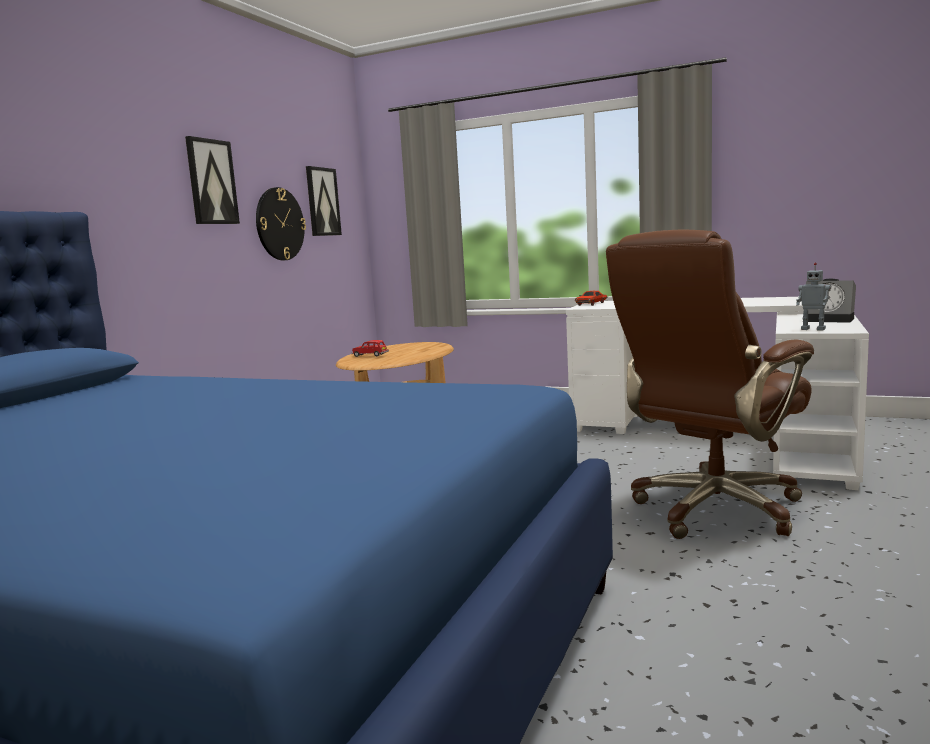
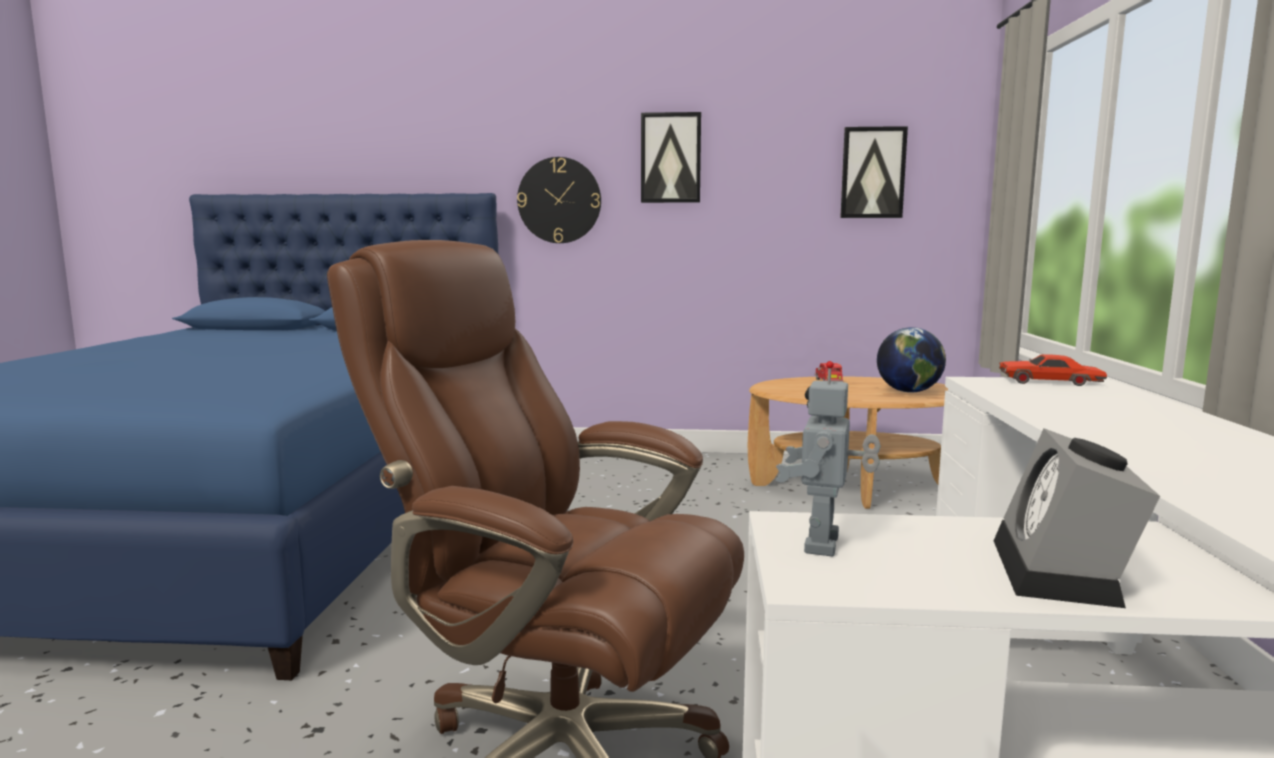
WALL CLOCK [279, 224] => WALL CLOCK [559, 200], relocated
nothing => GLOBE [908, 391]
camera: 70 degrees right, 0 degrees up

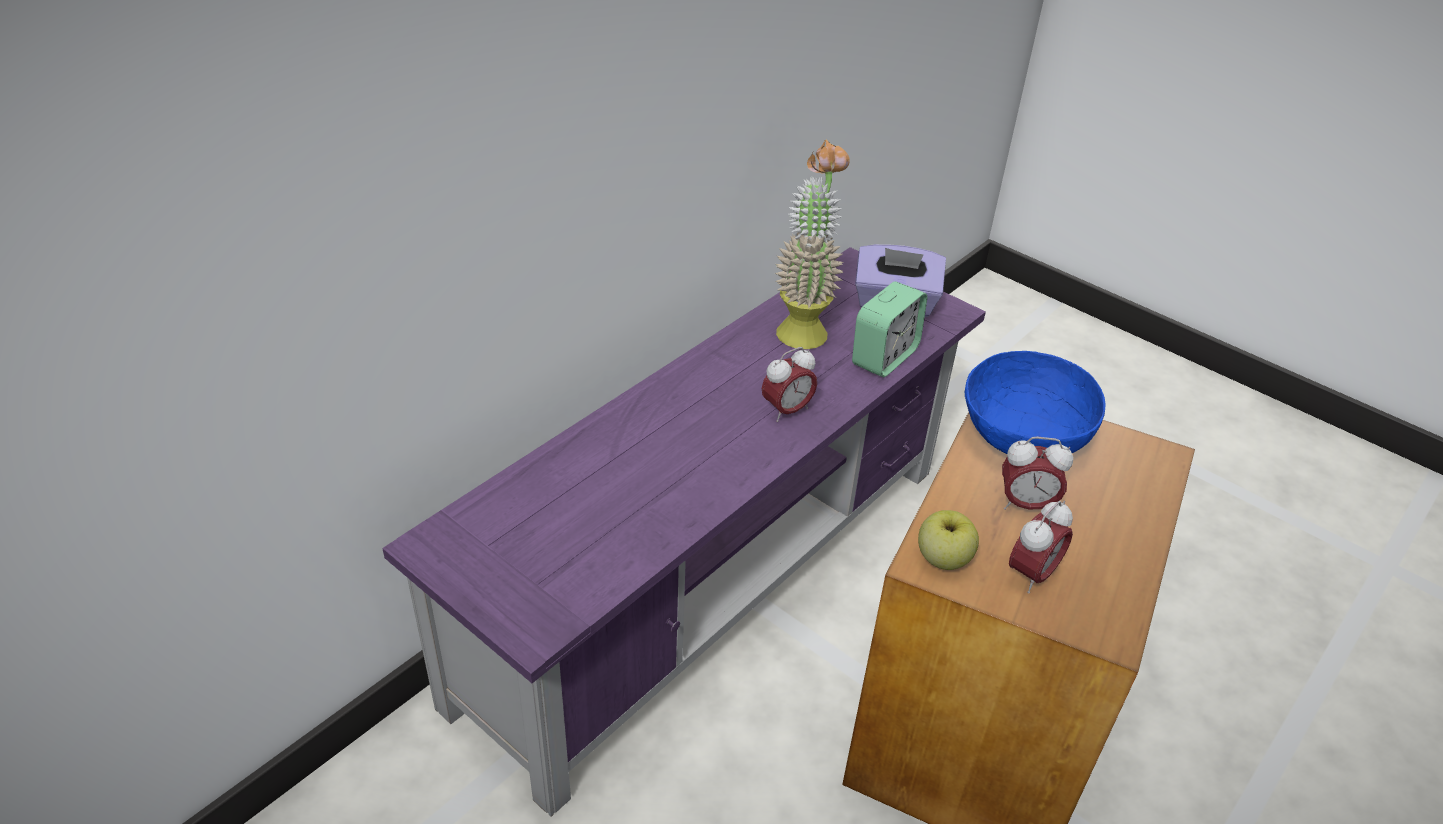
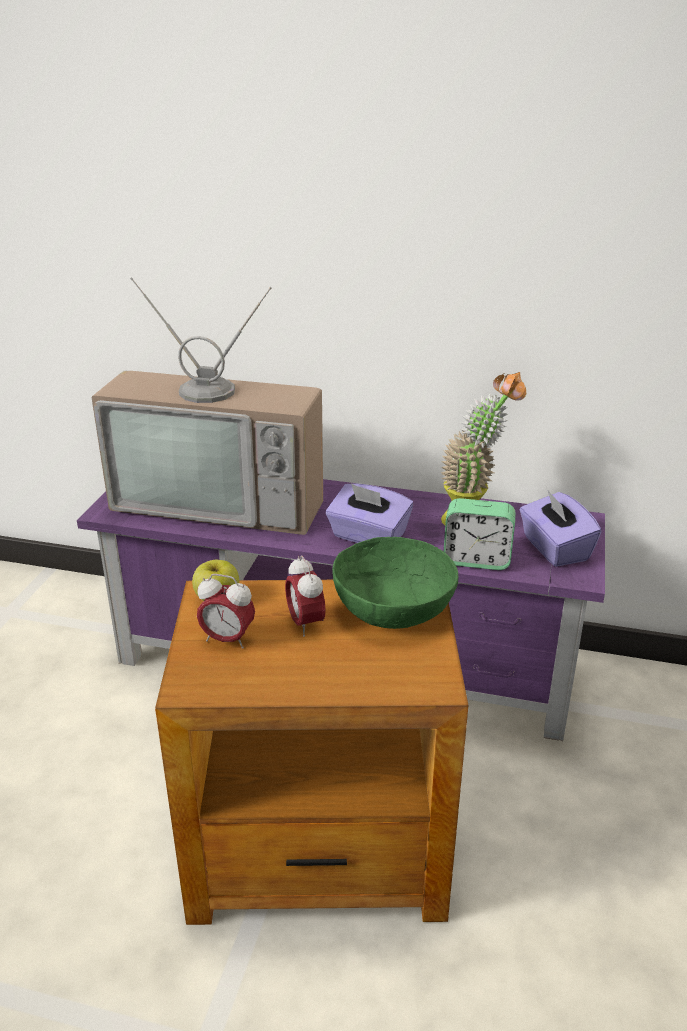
ALARM CLOCK [787, 410] => PURPLE TISSUE BOX [368, 536]
BLUE BOWL [1024, 434] => GREEN BOWL [392, 608]
nothing => TELEVISION [223, 499]
camera: 65 degrees right, 10 degrees down

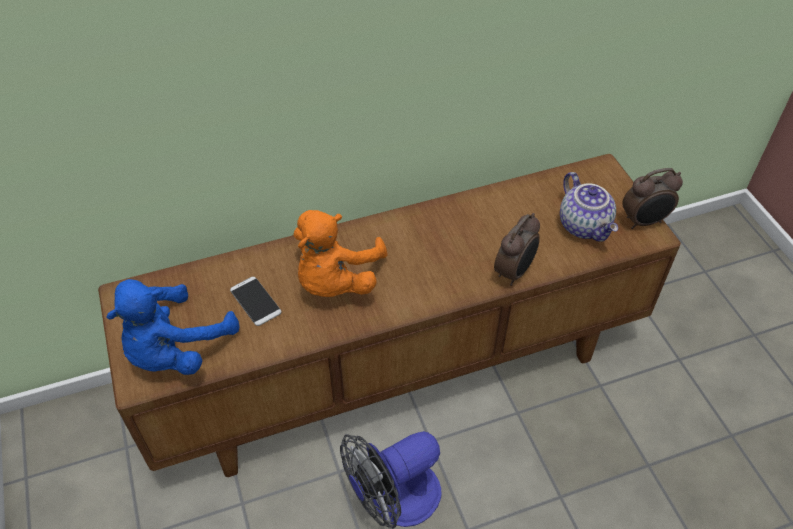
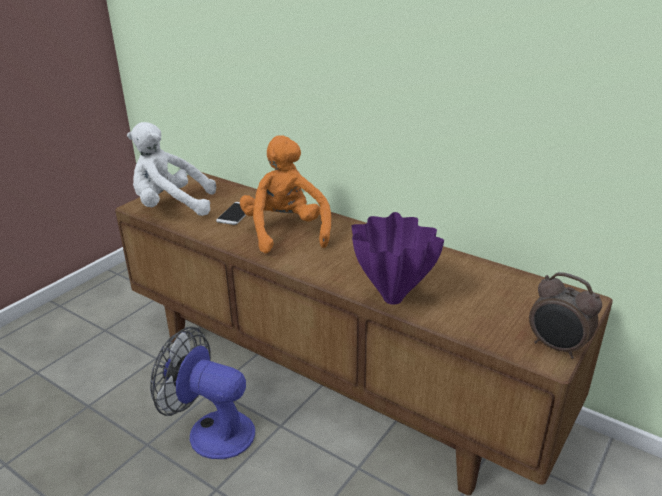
TEAPOT [585, 226] => nothing
ORANGE PLUSH TOY [335, 280] => ORANGE PLUSH TOY [286, 231], 90 degrees clockwise
ALARM CLOCK [514, 272] => PURPLE VASE [391, 298]
BLUE PLUSH TOY [176, 350] => WHITE PLUSH TOY [171, 207]
camera: 55 degrees right, 20 degrees down

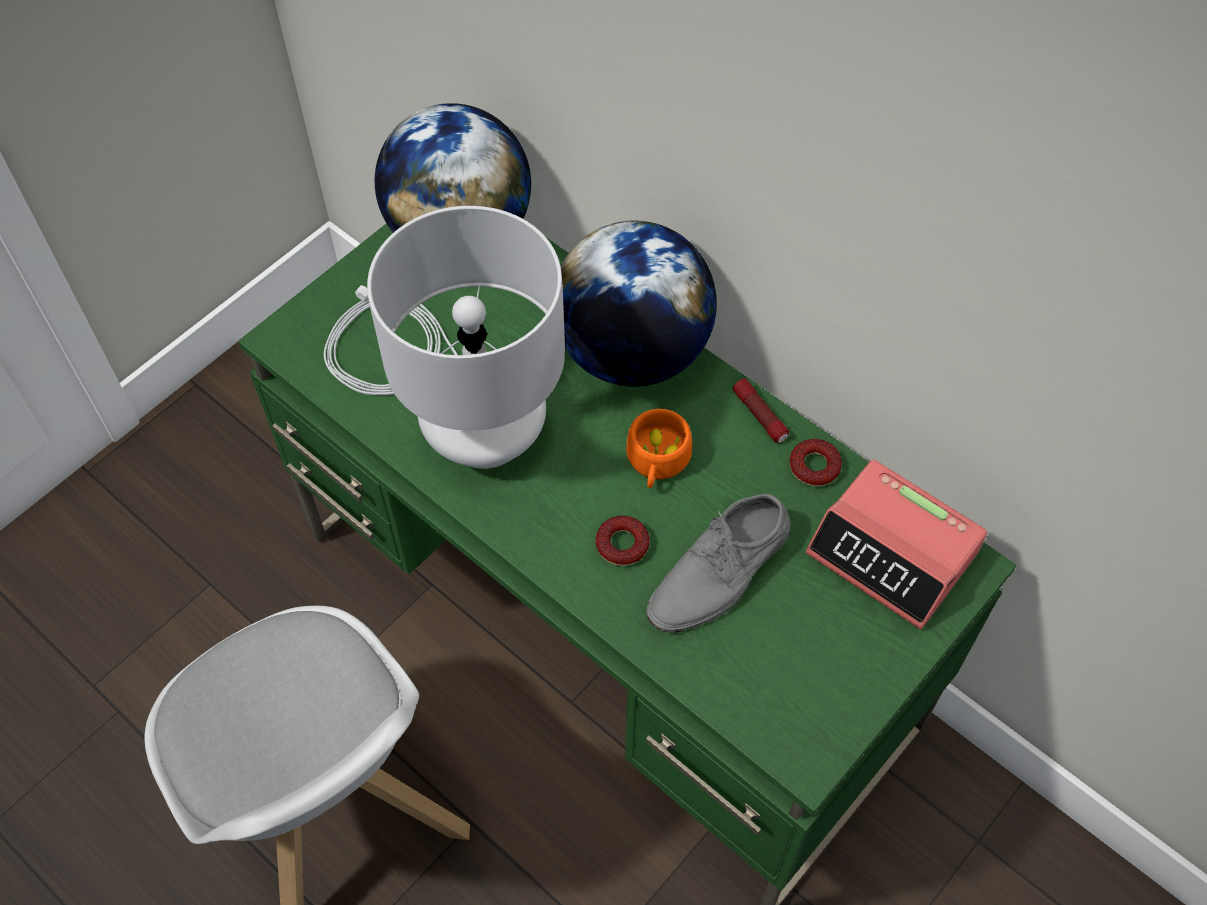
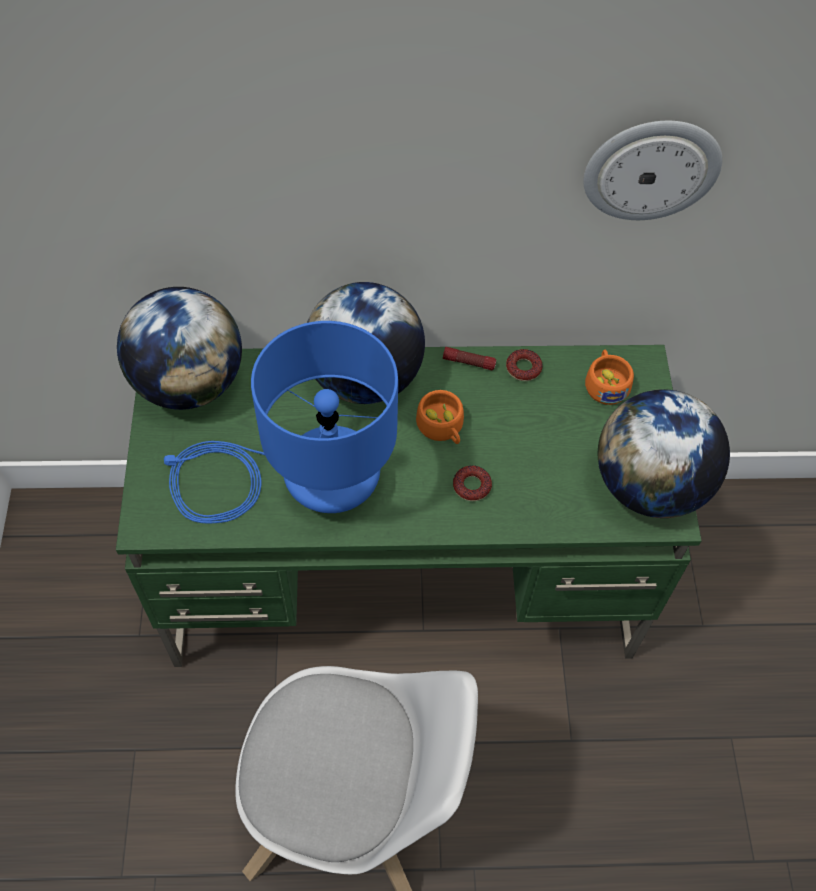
WHITE TABLE LAMP [445, 399] => BLUE TABLE LAMP [287, 484]
ALARM CLOCK [893, 553] => ORANGE CUP [605, 383]
GREY SHOE [720, 573] => nothing
nothing => WALL CLOCK [651, 169]
nothing => GLOBE [649, 485]
camera: 45 degrees left, 0 degrees up

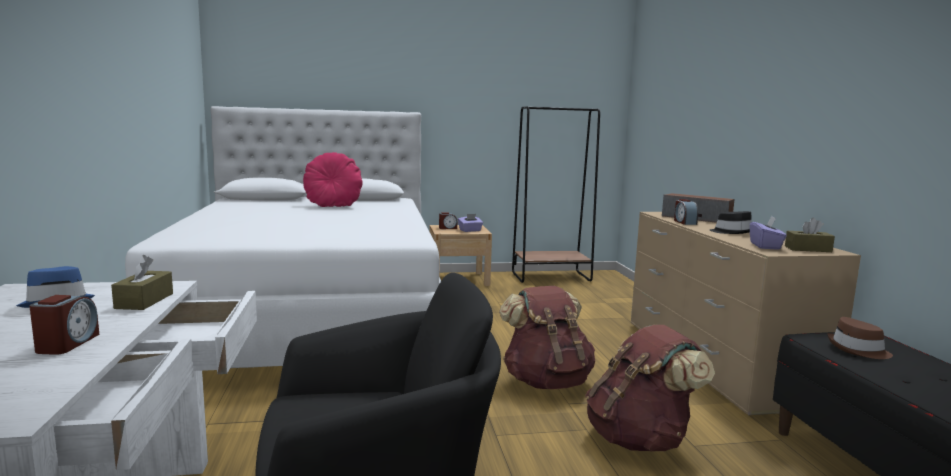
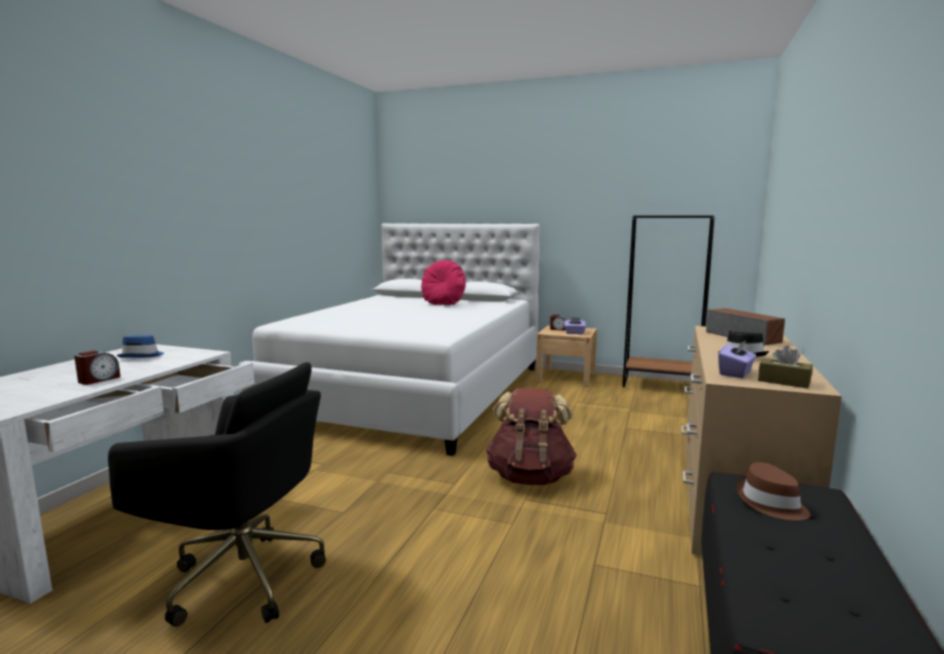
ALARM CLOCK [684, 222] => nothing
BROWN TISSUE BOX [144, 301] => nothing
BROWN BACKPACK [640, 439] => nothing
camera: 30 degrees right, 0 degrees up

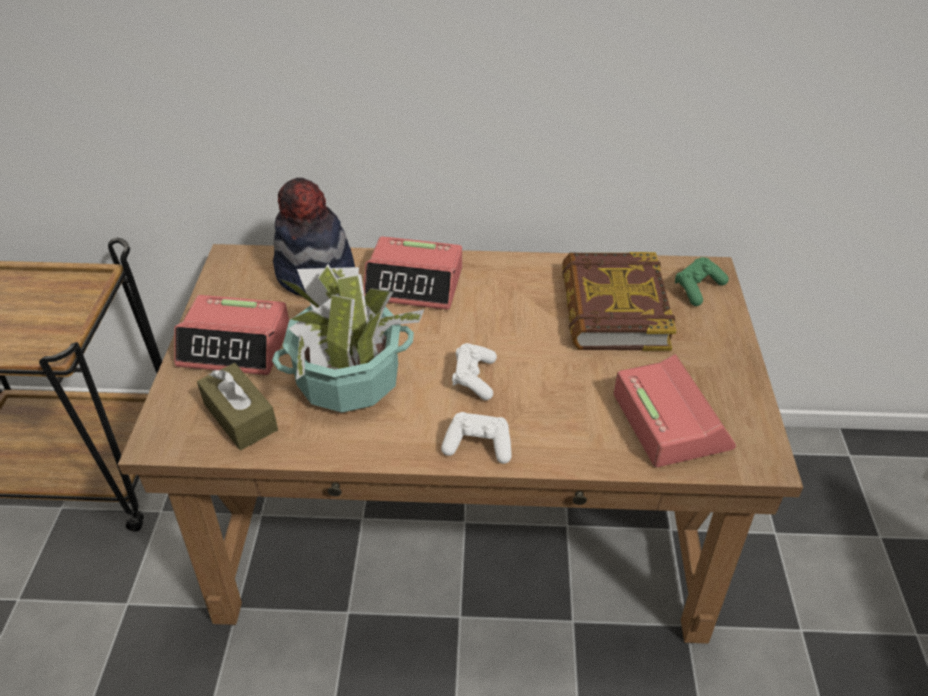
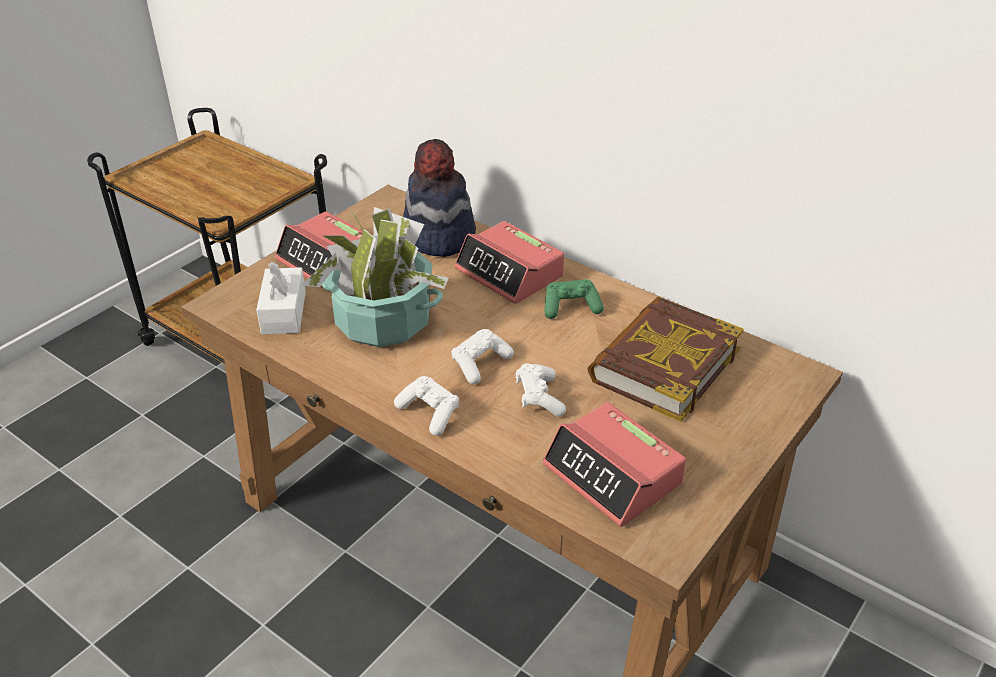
GREEN GAME CONTROLLER [697, 288] => GREEN GAME CONTROLLER [571, 307], relocated
ALARM CLOCK [670, 420] => ALARM CLOCK [613, 475], 120 degrees clockwise
BROWN TISSUE BOX [240, 417] => WHITE TISSUE BOX [284, 312]
nothing => WHITE GAME CONTROLLER [539, 398]
camera: 35 degrees right, 5 degrees down

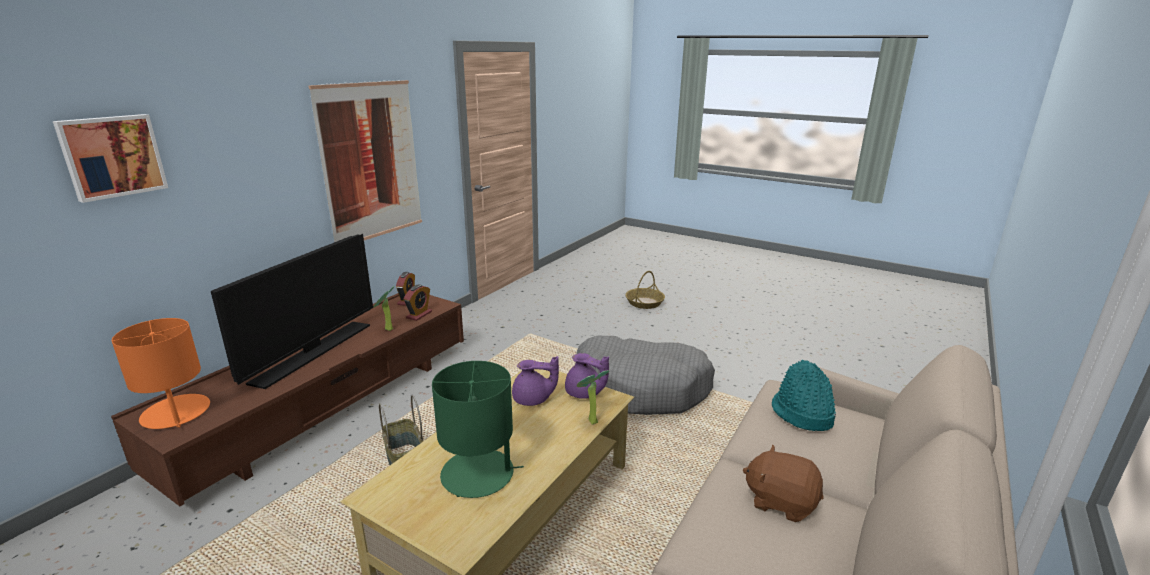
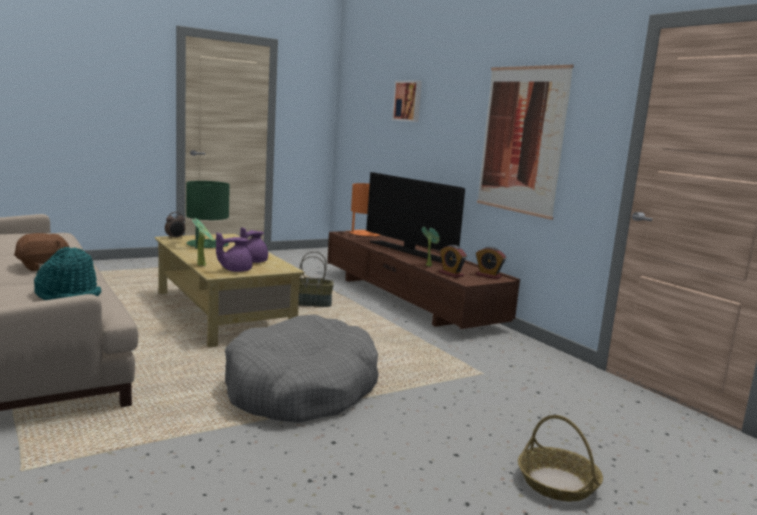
nothing => ALARM CLOCK [175, 238]
camera: 115 degrees right, 10 degrees down

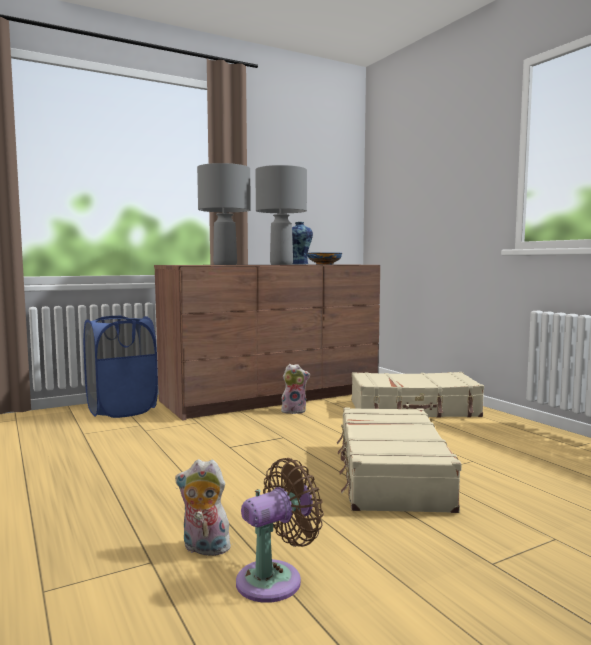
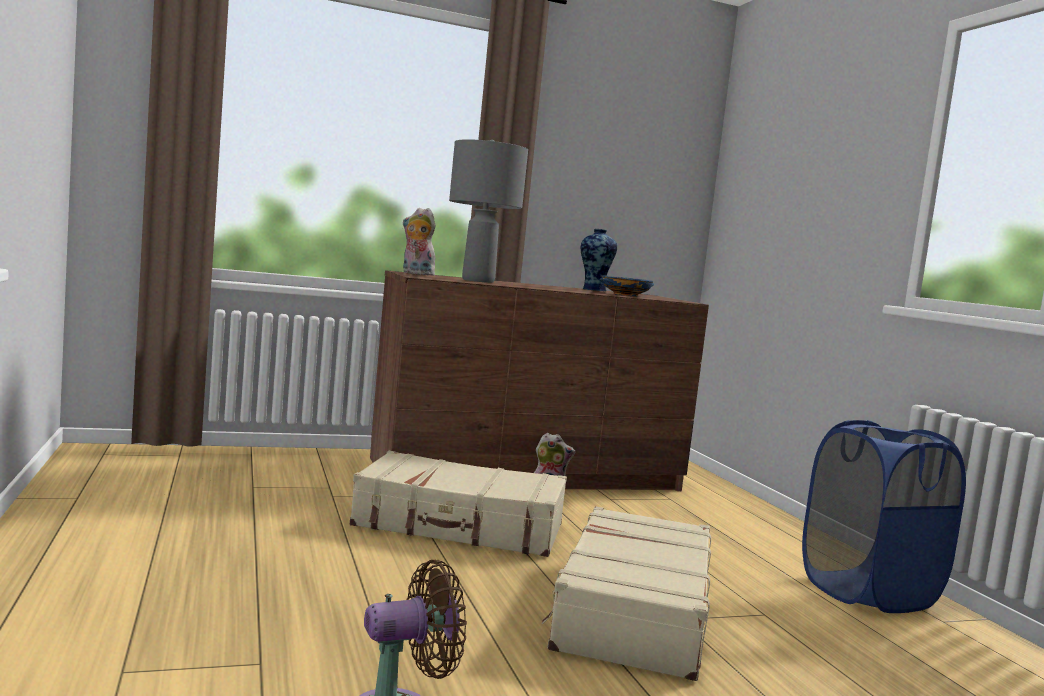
GREY TABLE LAMP [282, 264] => nothing
BLUE LAUNDRY BASKET [122, 410] => BLUE LAUNDRY BASKET [868, 592], relocated
BEIGE SUITCASE [414, 409] => BEIGE SUITCASE [460, 526], relocated
PLUSH TOY [204, 549] => PLUSH TOY [416, 274], relocated
camera: 10 degrees right, 0 degrees up

